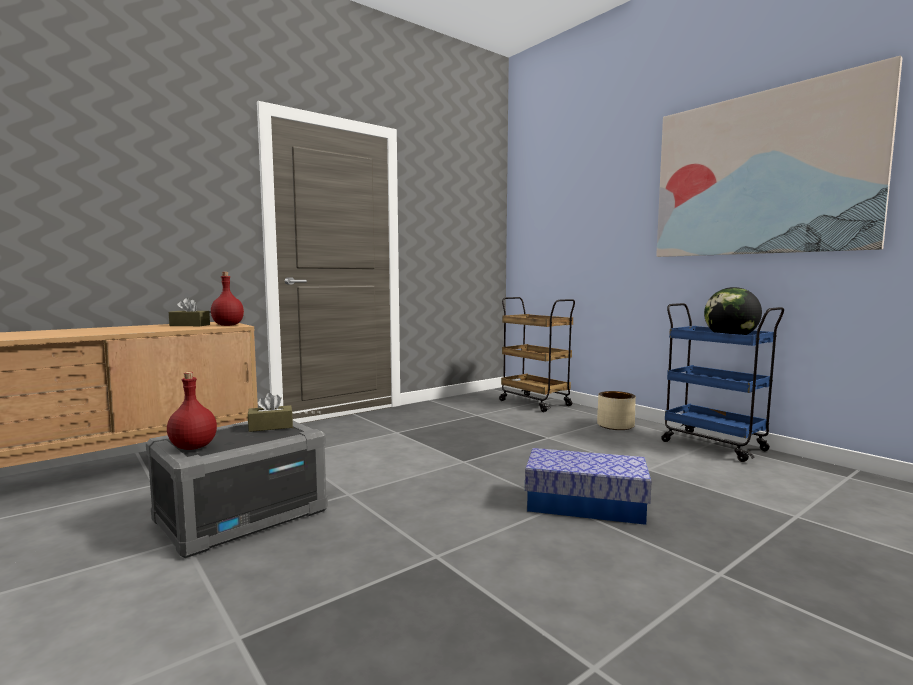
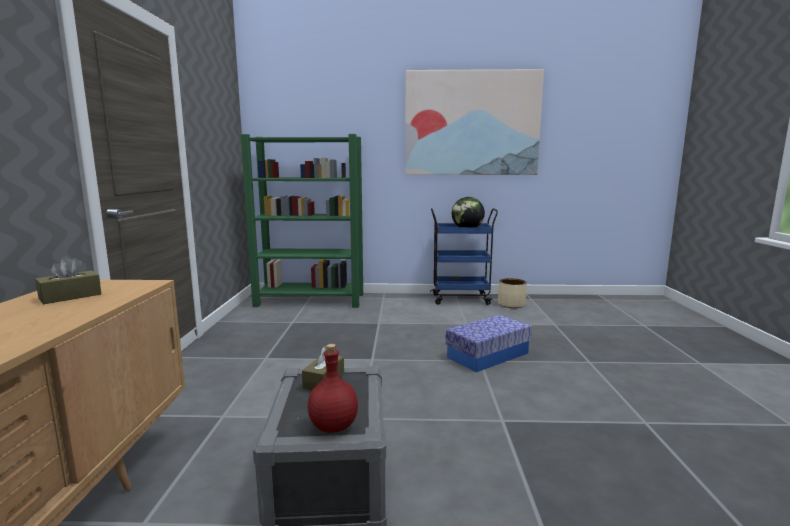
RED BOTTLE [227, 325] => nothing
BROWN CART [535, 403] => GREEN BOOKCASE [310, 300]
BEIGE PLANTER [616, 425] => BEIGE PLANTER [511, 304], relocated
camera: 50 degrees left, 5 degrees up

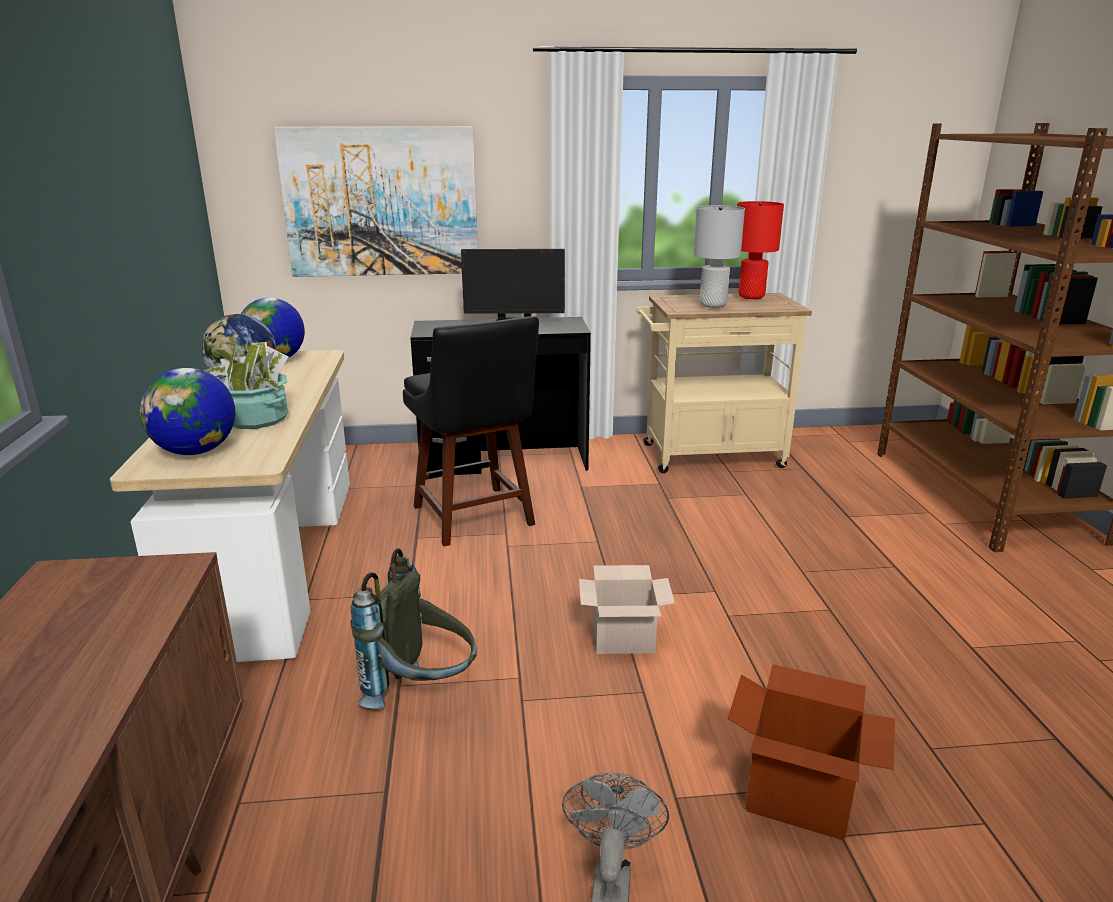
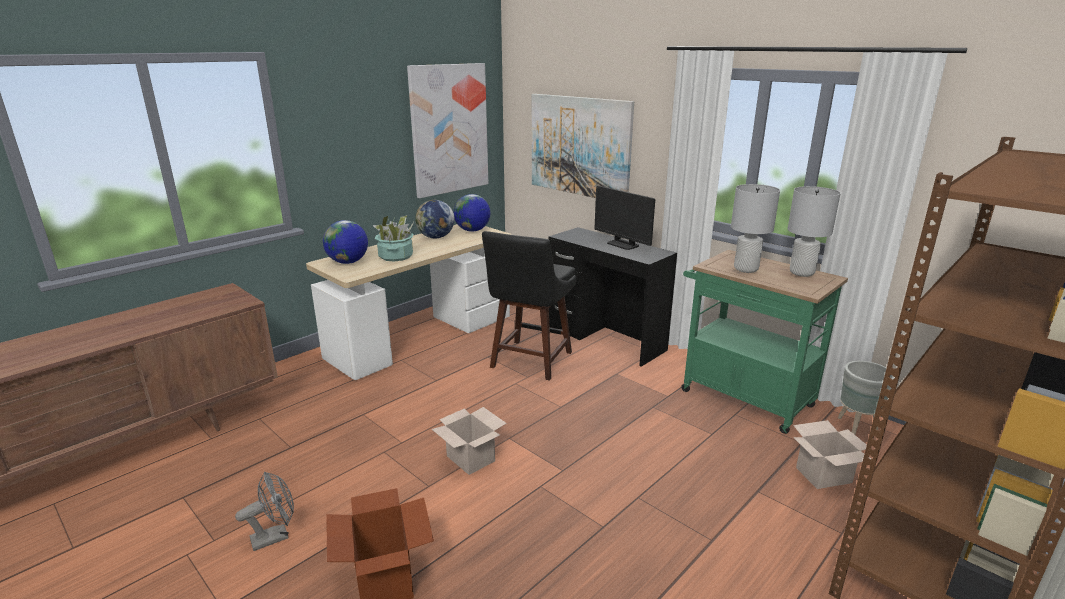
RED TABLE LAMP [751, 298] => GREY TABLE LAMP [801, 274]
BEIGE CART [708, 456] => GREEN CART [742, 397]
GREY BACKPACK [423, 692] => nothing
nothing => PICTURE [449, 129]
nothing => GREY PLANTER [856, 429]
nothing => CARDBOARD BOX [823, 476]
camera: 50 degrees right, 0 degrees up

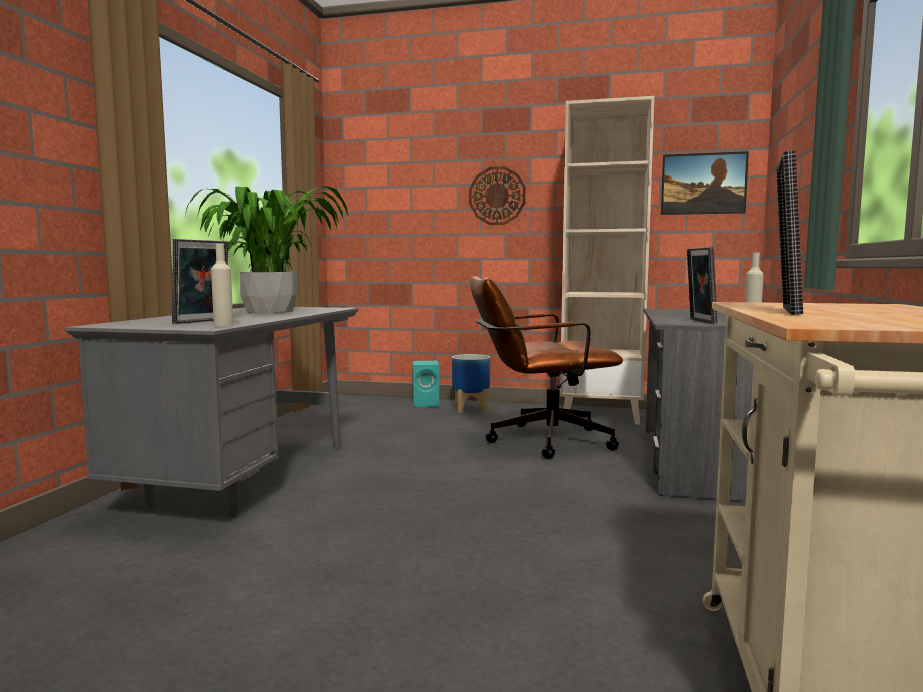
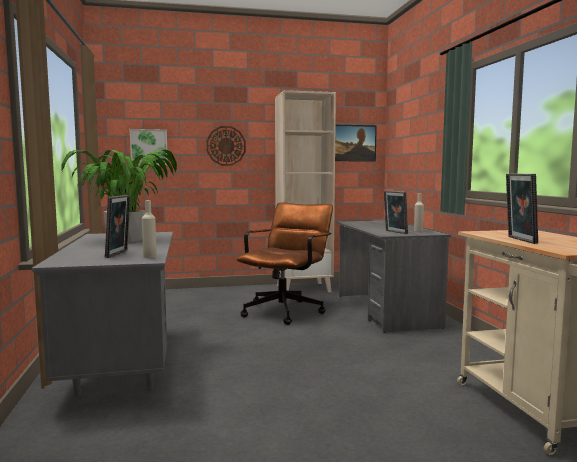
BROWN OFFICE CHAIR [539, 441] => BROWN OFFICE CHAIR [286, 310], 150 degrees clockwise
PLANTER [471, 409] => nothing
TURQUOISE SPEAKER [427, 404] => nothing
nothing => PICTURE [149, 147]
camera: 25 degrees left, 0 degrees up

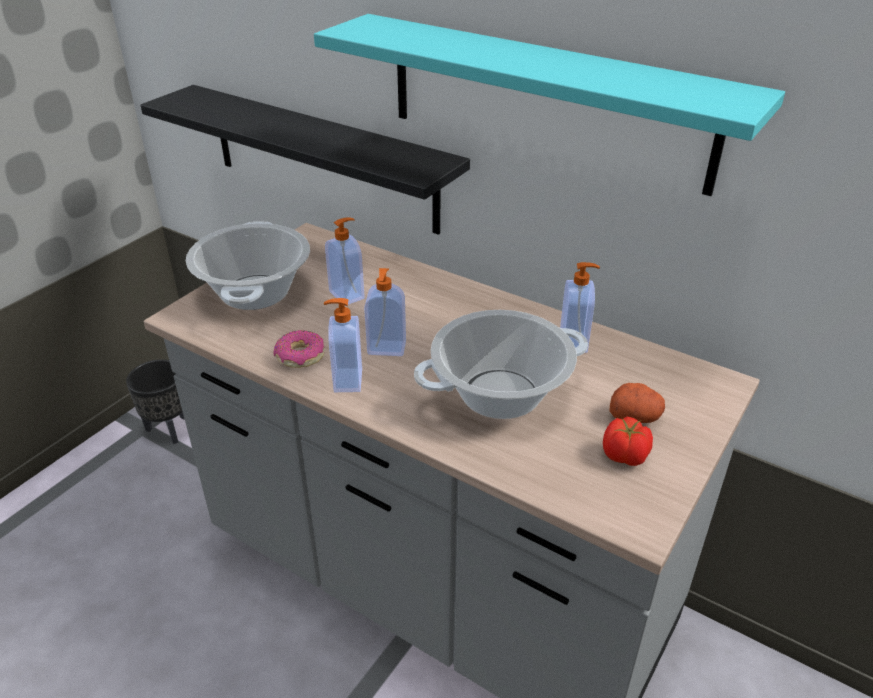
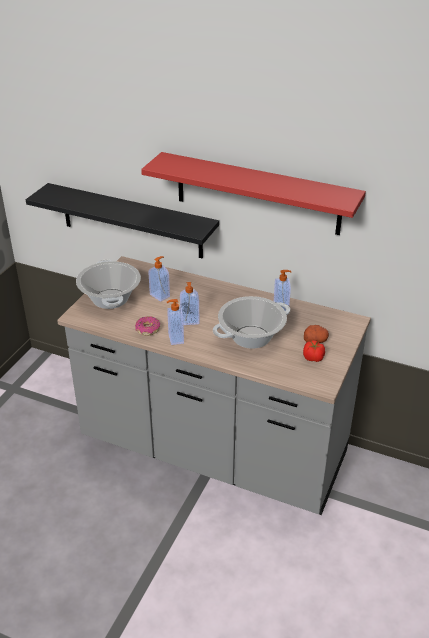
TURQUOISE SHELF [545, 101] => RED SHELF [257, 194]
BLACK PLANTER [170, 429] => nothing
camera: 10 degrees left, 0 degrees up

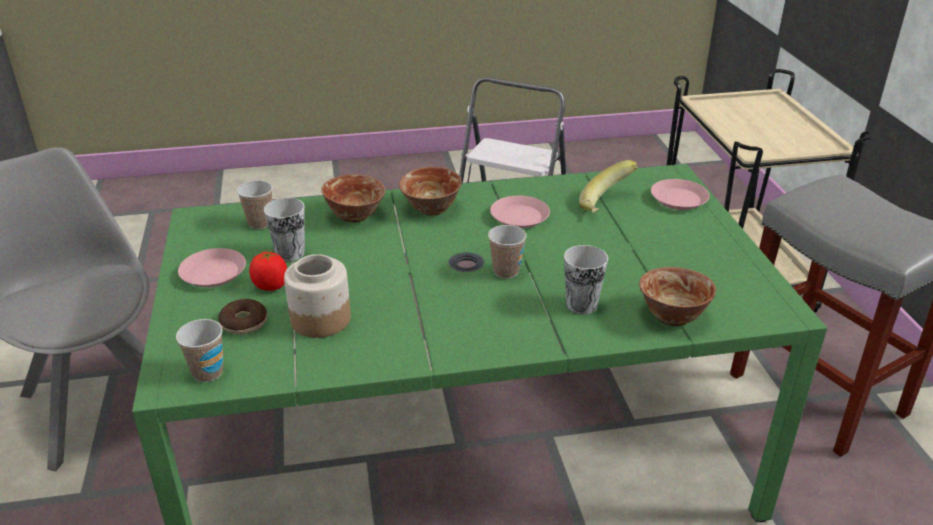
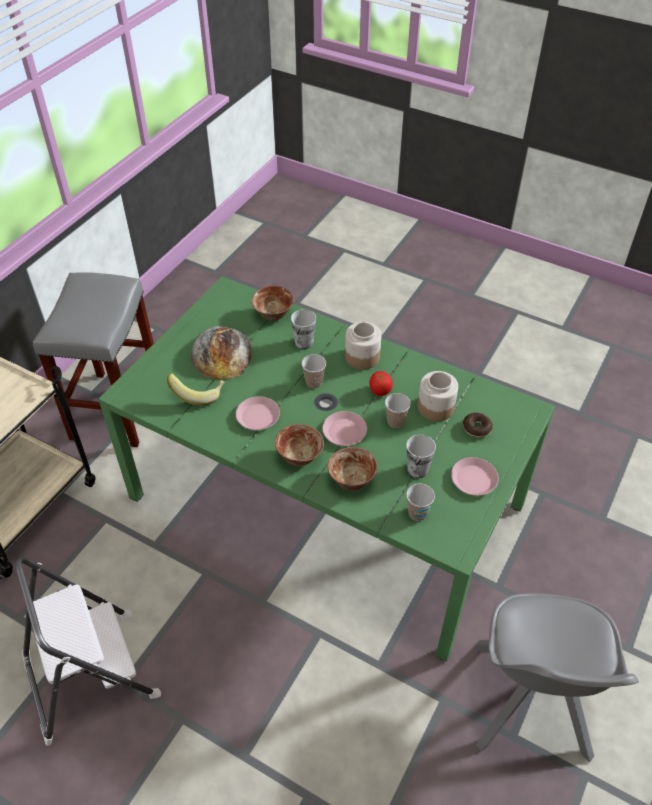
PINK PLATE [678, 199] => PINK PLATE [345, 431], relocated
TOMATO [271, 286] => TOMATO [380, 391], relocated
CUP [207, 372] => CUP [395, 421], relocated
nothing => JAR [362, 357]
nothing => BREAD [222, 353]
camera: 140 degrees left, 15 degrees up

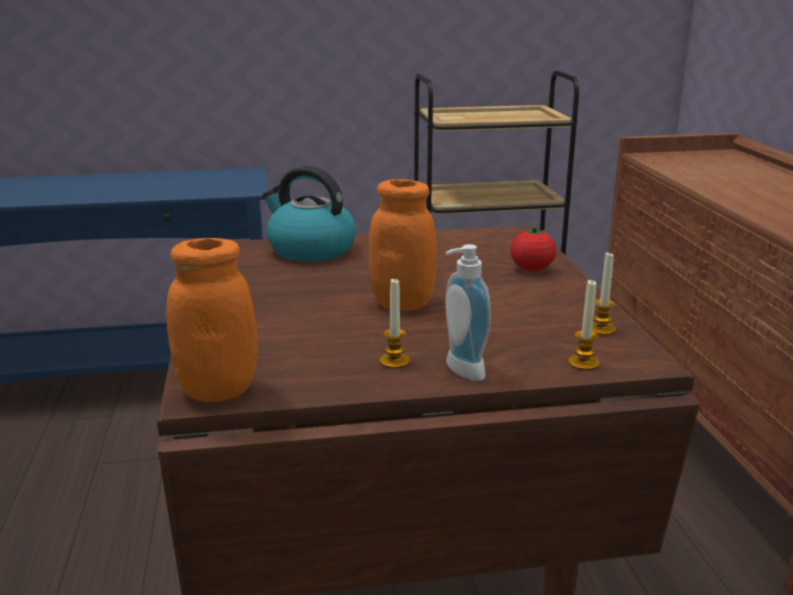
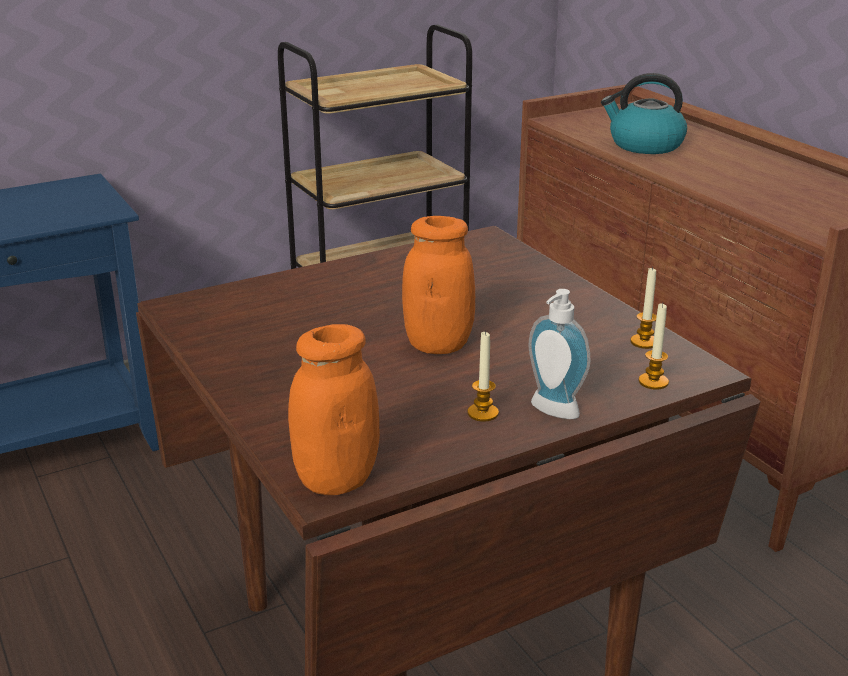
KETTLE [310, 250] => KETTLE [644, 145], relocated
TOMATO [531, 269] => nothing
camera: 20 degrees left, 5 degrees up

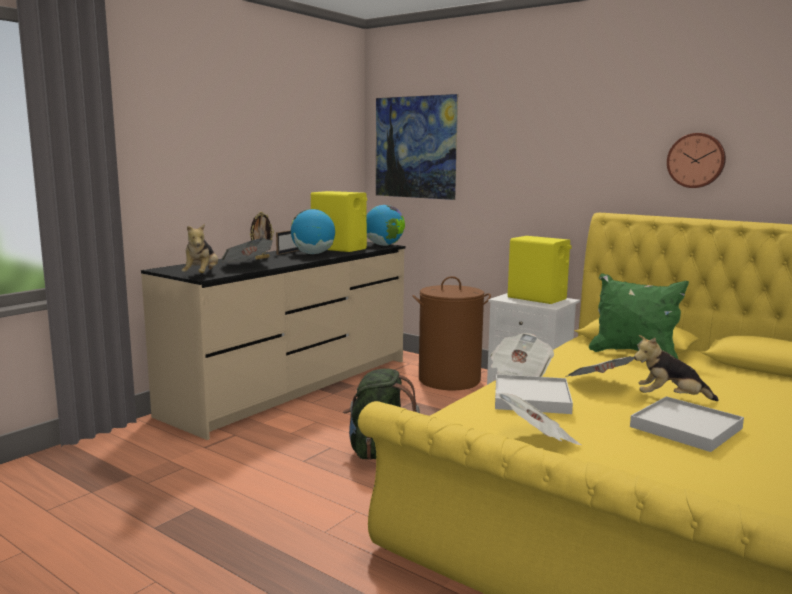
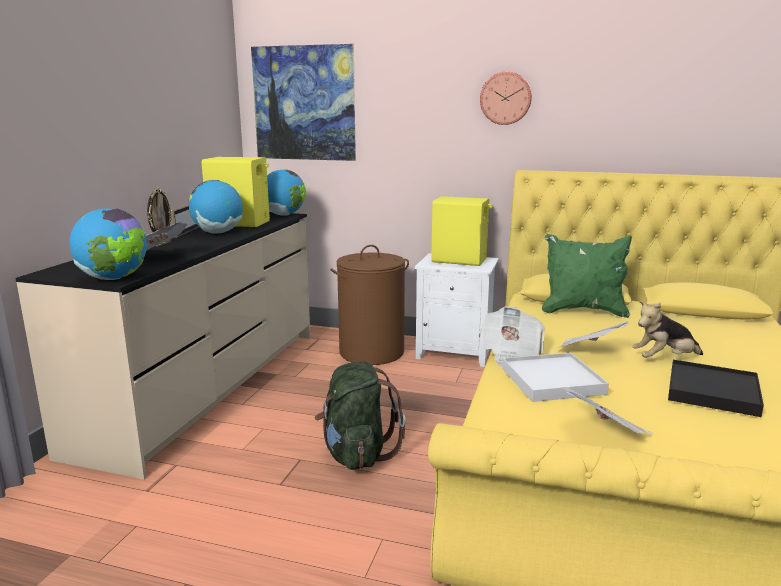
WALL CLOCK [696, 160] => WALL CLOCK [505, 98], relocated
PLUSH TOY [202, 275] => GLOBE [114, 278]
WHITE TRAY [685, 427] => BLACK TRAY [712, 391]
camera: 20 degrees left, 5 degrees up

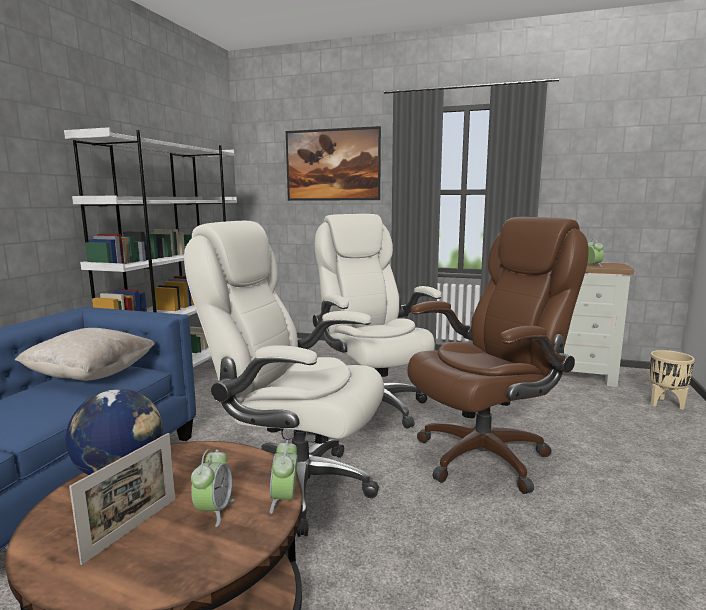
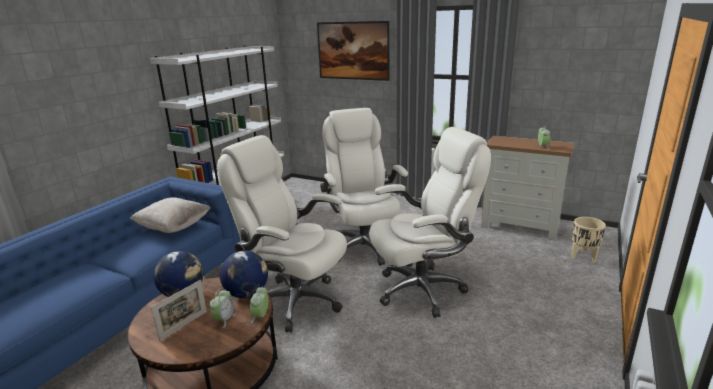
BROWN OFFICE CHAIR [484, 456] => WHITE OFFICE CHAIR [422, 290]
nothing => GLOBE [247, 293]
camera: 10 degrees right, 10 degrees up

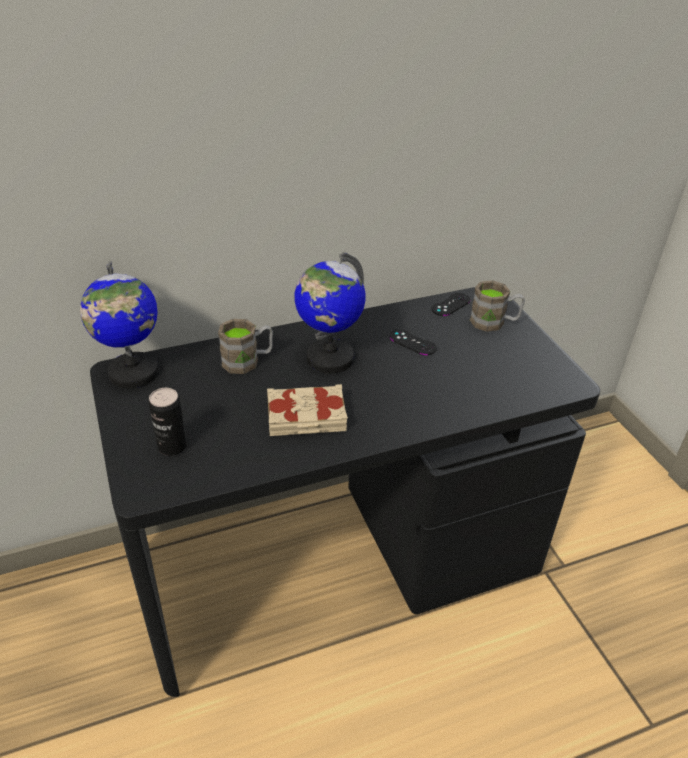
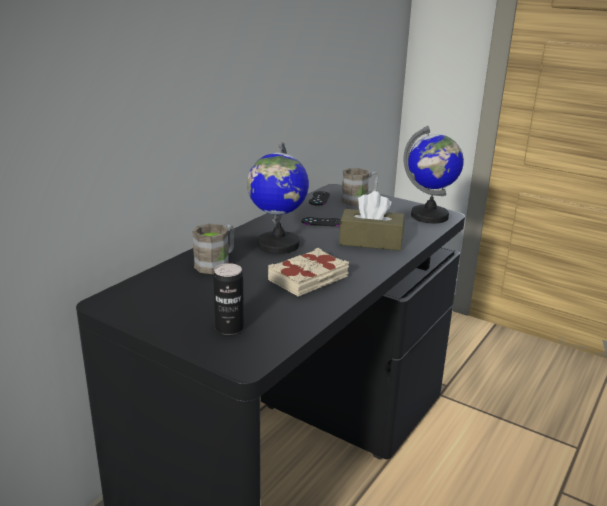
GLOBE [133, 373] => GLOBE [429, 216], relocated
nothing => BROWN TISSUE BOX [371, 241]
camera: 35 degrees left, 15 degrees down

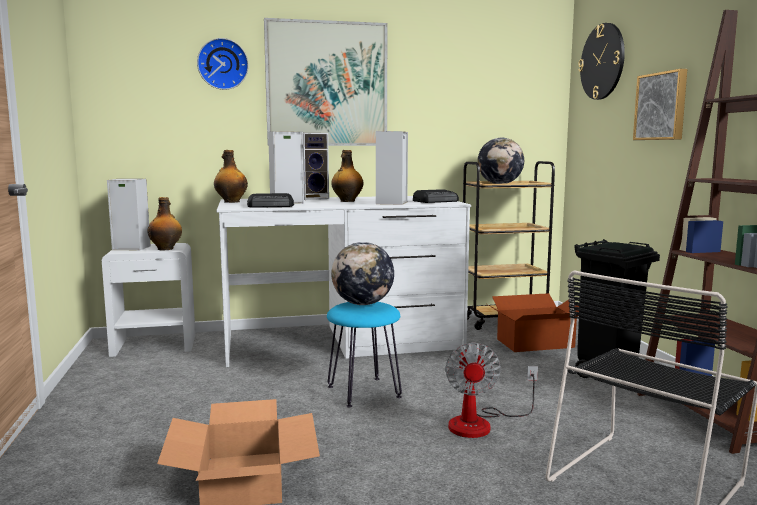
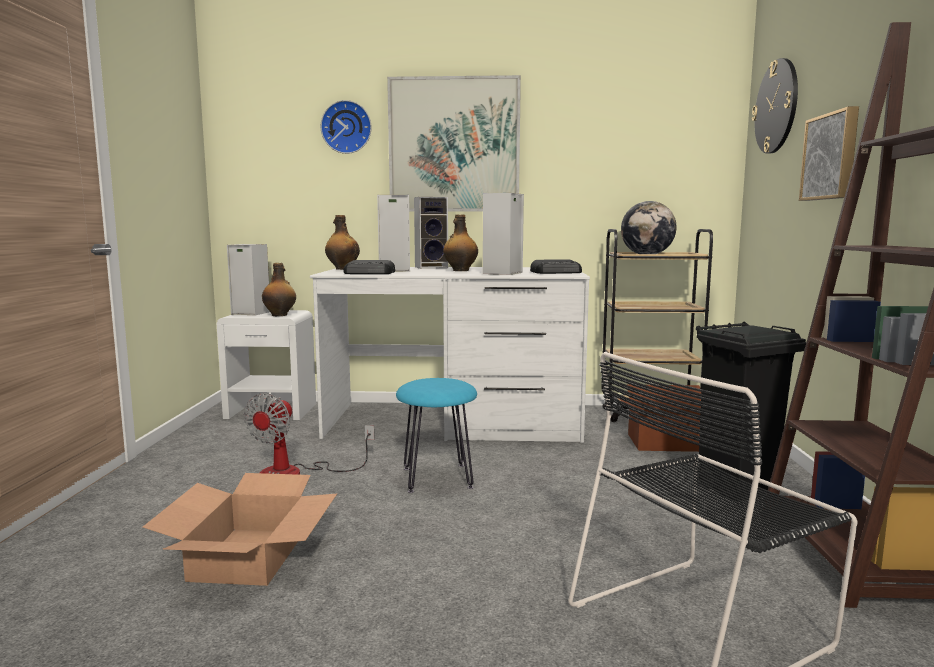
GLOBE [363, 304] => nothing
FAN [481, 423] => FAN [295, 473], relocated
camera: 15 degrees right, 0 degrees up

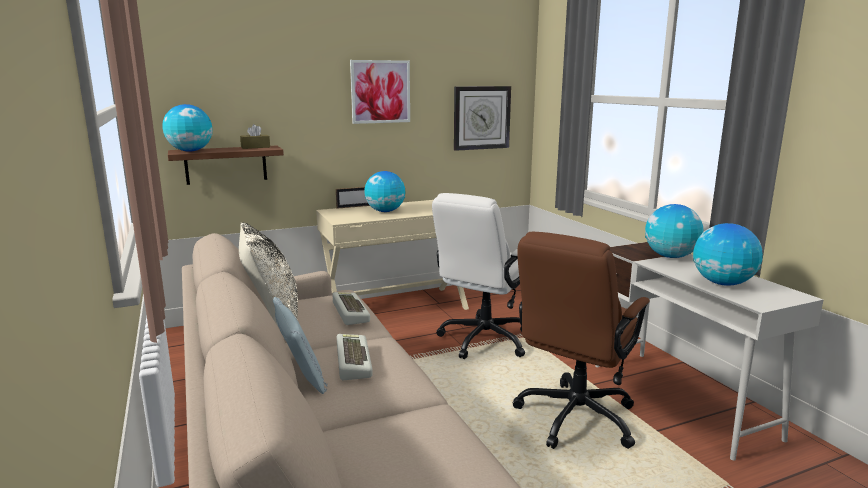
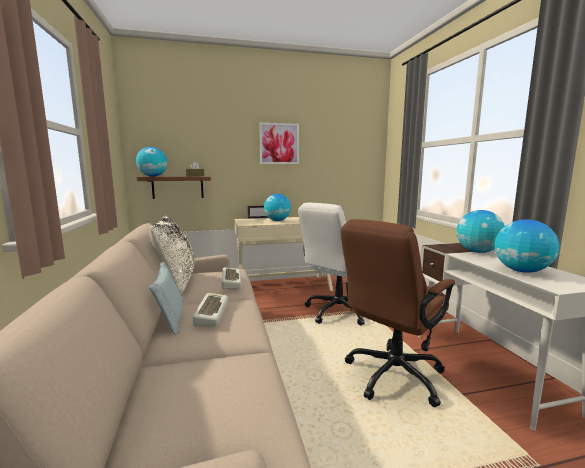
WALL CLOCK [481, 117] => nothing
camera: 10 degrees right, 5 degrees down

